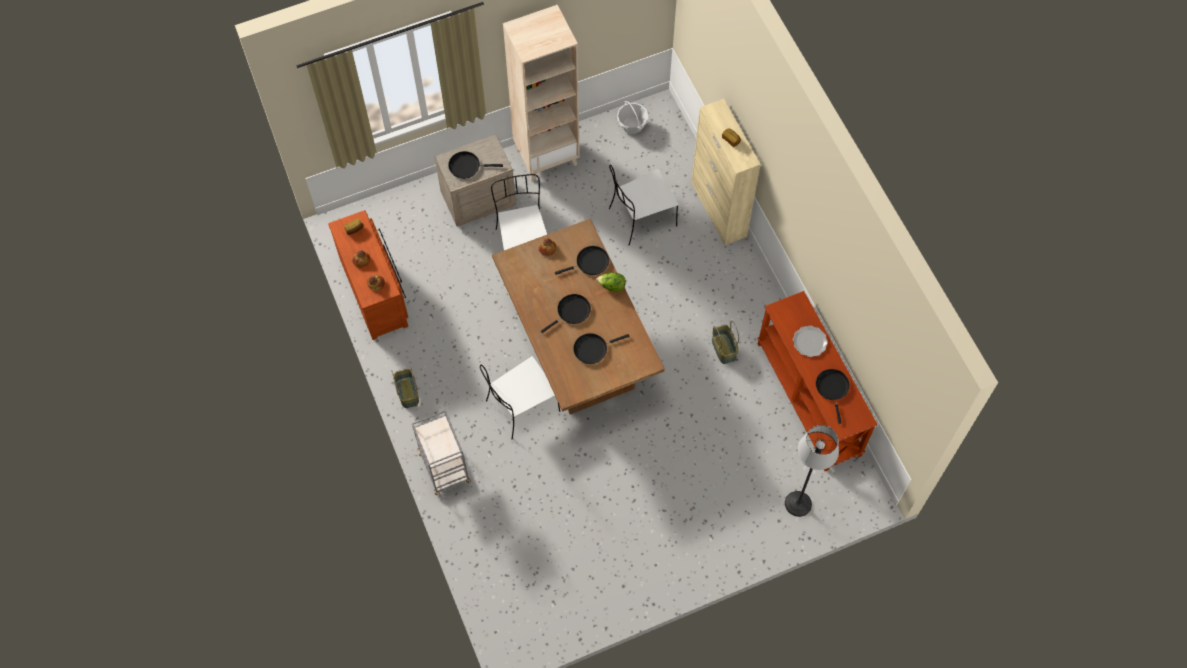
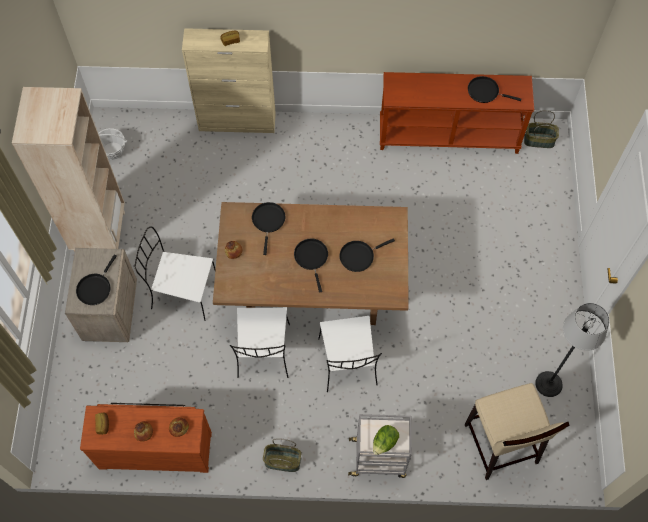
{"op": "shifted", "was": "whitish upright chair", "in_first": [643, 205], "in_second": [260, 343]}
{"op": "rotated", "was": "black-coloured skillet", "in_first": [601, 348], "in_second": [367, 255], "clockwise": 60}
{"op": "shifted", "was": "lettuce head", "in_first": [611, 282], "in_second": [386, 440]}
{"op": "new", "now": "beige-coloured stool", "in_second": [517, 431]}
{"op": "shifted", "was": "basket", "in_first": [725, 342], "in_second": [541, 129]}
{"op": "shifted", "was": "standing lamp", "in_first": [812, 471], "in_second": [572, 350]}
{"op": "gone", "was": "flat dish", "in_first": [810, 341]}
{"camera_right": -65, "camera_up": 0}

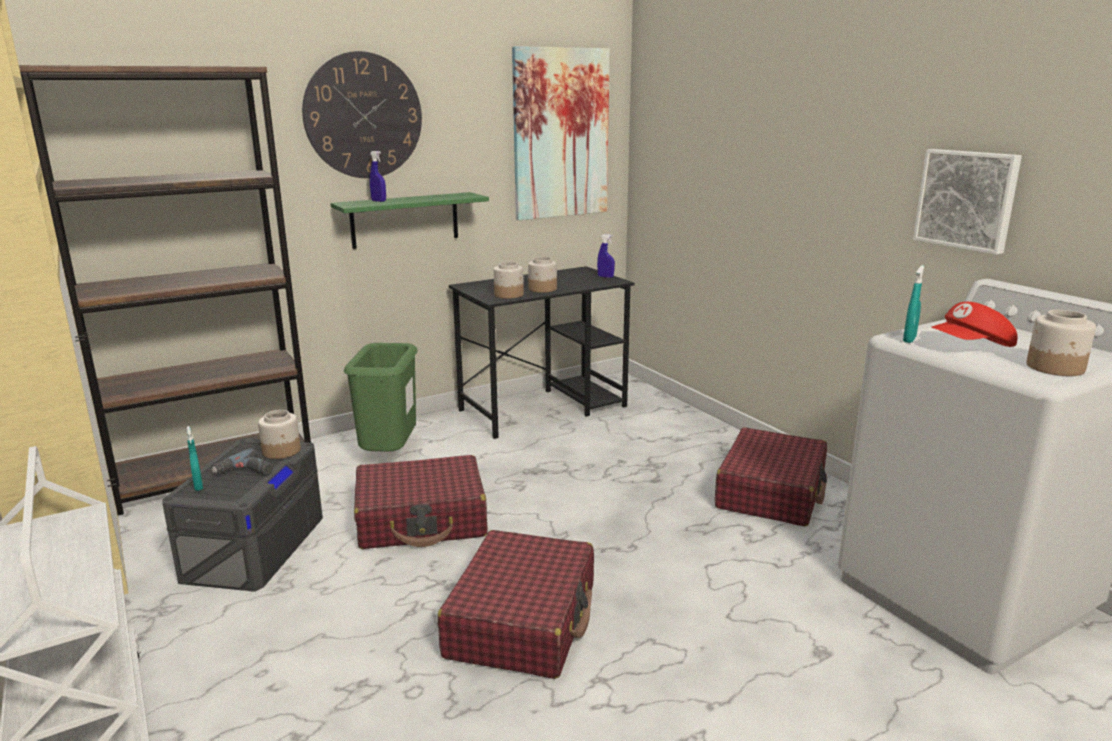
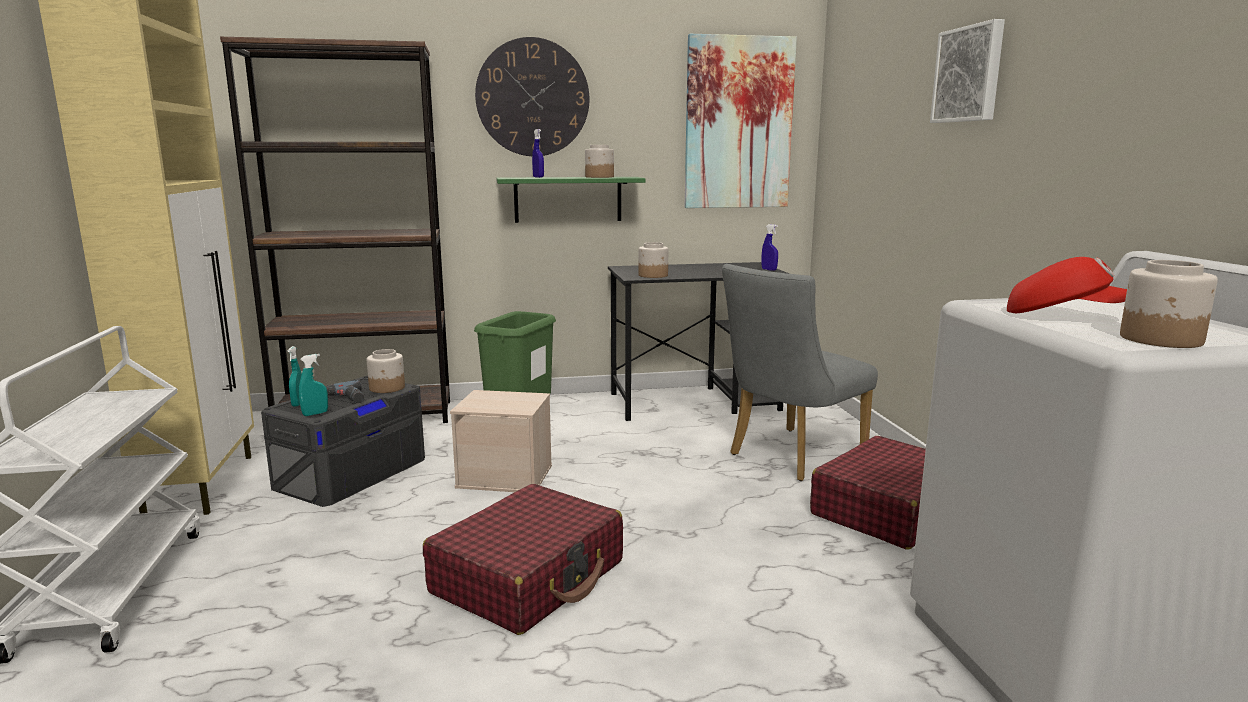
{"op": "shifted", "was": "blue-green hand sprayer", "in_first": [913, 304], "in_second": [313, 385]}
{"op": "swapped", "was": "reddish suitcase", "now": "beige-coloured storage box", "in_first": [421, 502], "in_second": [501, 441]}
{"op": "shifted", "was": "preserve jar", "in_first": [542, 275], "in_second": [599, 161]}
{"op": "new", "now": "greyish upright chair", "in_second": [800, 372]}
{"op": "shifted", "was": "wall picture", "in_first": [967, 202], "in_second": [967, 71]}
{"op": "rotated", "was": "reddish peaked cap", "in_first": [974, 324], "in_second": [1067, 285], "clockwise": -150}
{"camera_right": 20, "camera_up": -5}

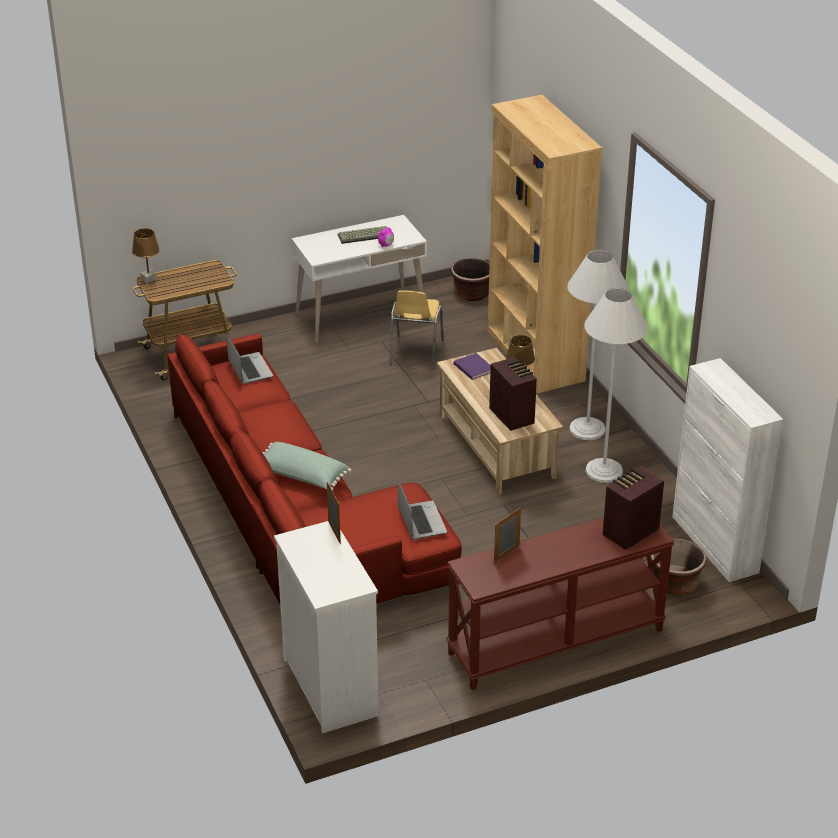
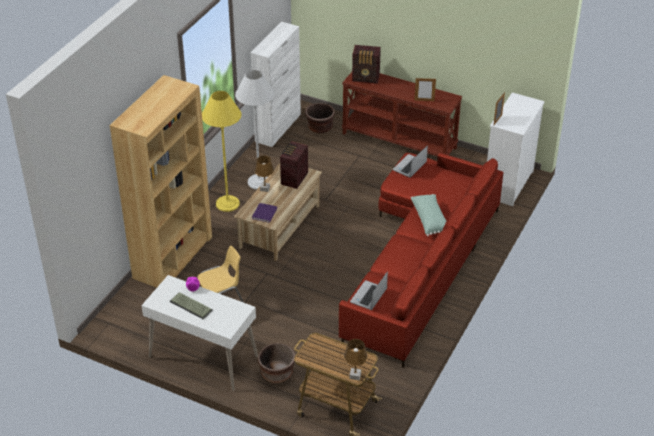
{"op": "repainted", "was": "whitish standing lamp", "now": "yellow-coloured standing lamp", "in_first": [597, 345], "in_second": [222, 151]}
{"op": "shifted", "was": "brown-coloured flower pot", "in_first": [470, 279], "in_second": [276, 363]}
{"camera_right": -130, "camera_up": 5}

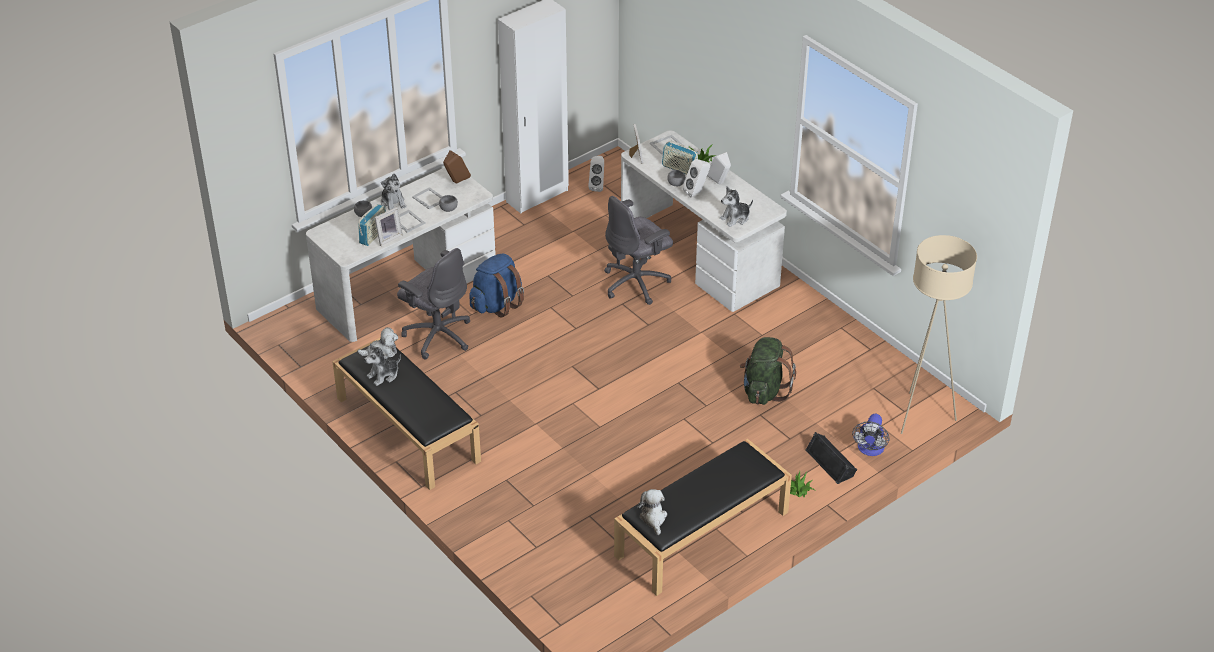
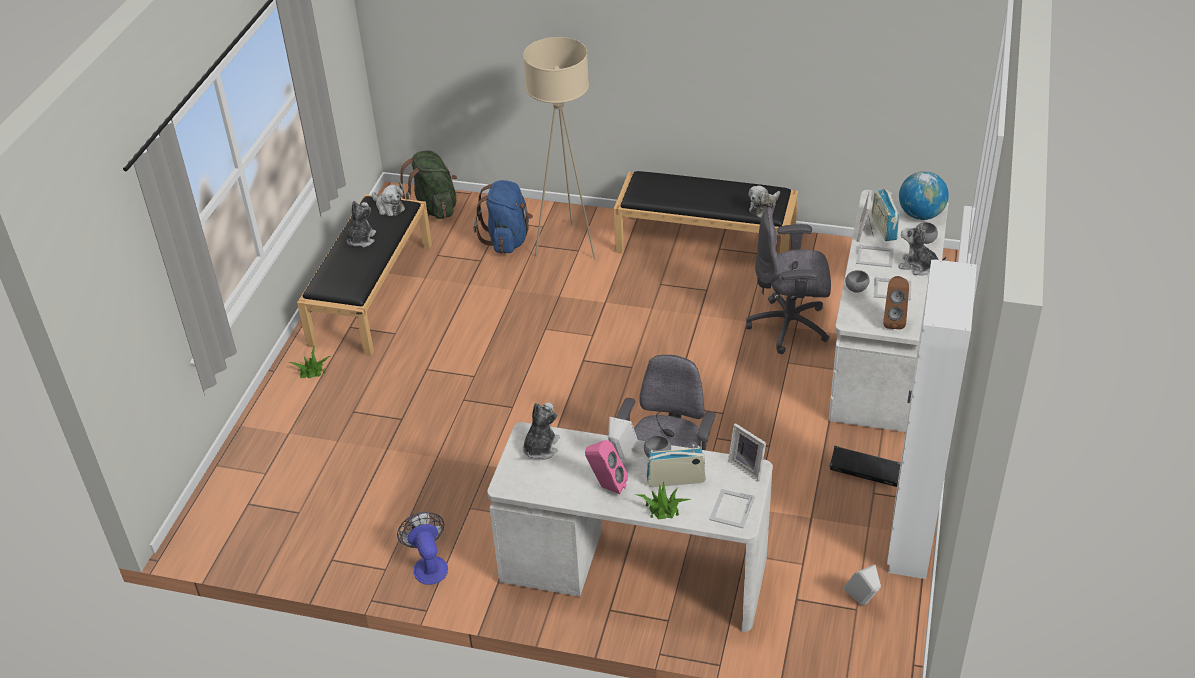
{"op": "shifted", "was": "plush toy", "in_first": [382, 365], "in_second": [361, 224]}
{"op": "shifted", "was": "fan", "in_first": [870, 435], "in_second": [422, 548]}
{"op": "shifted", "was": "greenish rucksack", "in_first": [768, 371], "in_second": [428, 185]}
{"op": "shifted", "was": "bluish rucksack", "in_first": [496, 285], "in_second": [503, 217]}
{"op": "shifted", "was": "beige-coloured standing lamp", "in_first": [939, 334], "in_second": [559, 148]}
{"op": "repainted", "was": "whitish speaker", "now": "pink-coloured speaker", "in_first": [719, 168], "in_second": [606, 467]}
{"op": "shifted", "was": "black-coloured speaker", "in_first": [831, 458], "in_second": [865, 466]}
{"op": "new", "now": "world globe", "in_second": [924, 195]}
{"camera_right": 145, "camera_up": 0}

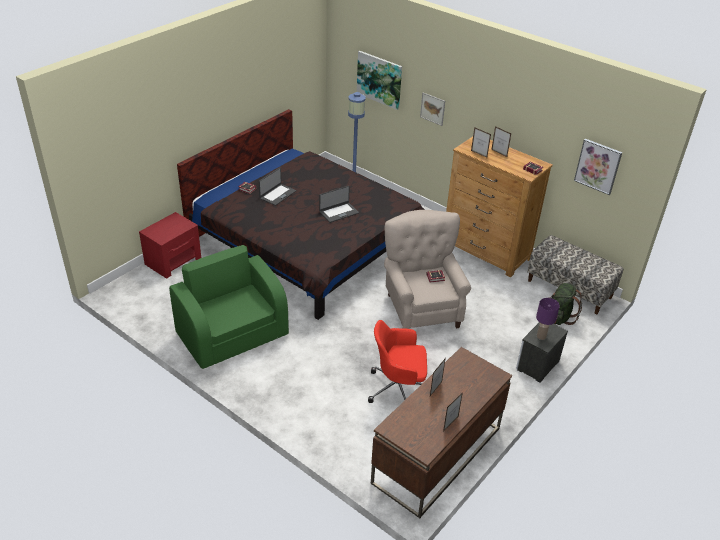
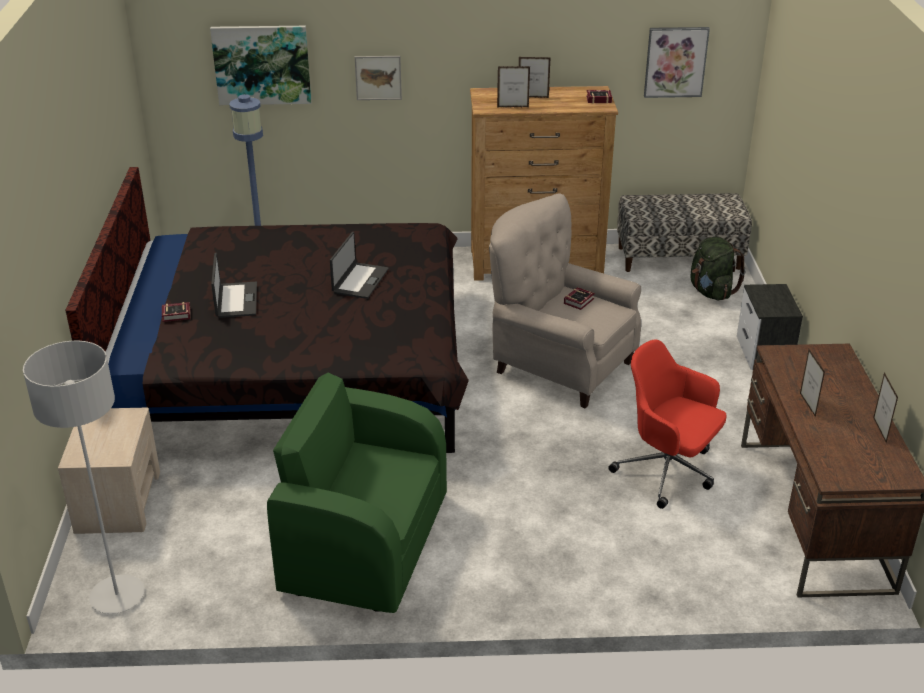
{"op": "new", "now": "greyish standing lamp", "in_second": [84, 477]}
{"op": "repainted", "was": "reddish night table", "now": "beige-coloured night table", "in_first": [170, 245], "in_second": [109, 471]}
{"op": "rotated", "was": "reddish office chair", "in_first": [397, 361], "in_second": [667, 424], "clockwise": 75}
{"op": "gone", "was": "purplish table lamp", "in_first": [548, 319]}
{"camera_right": -40, "camera_up": -5}

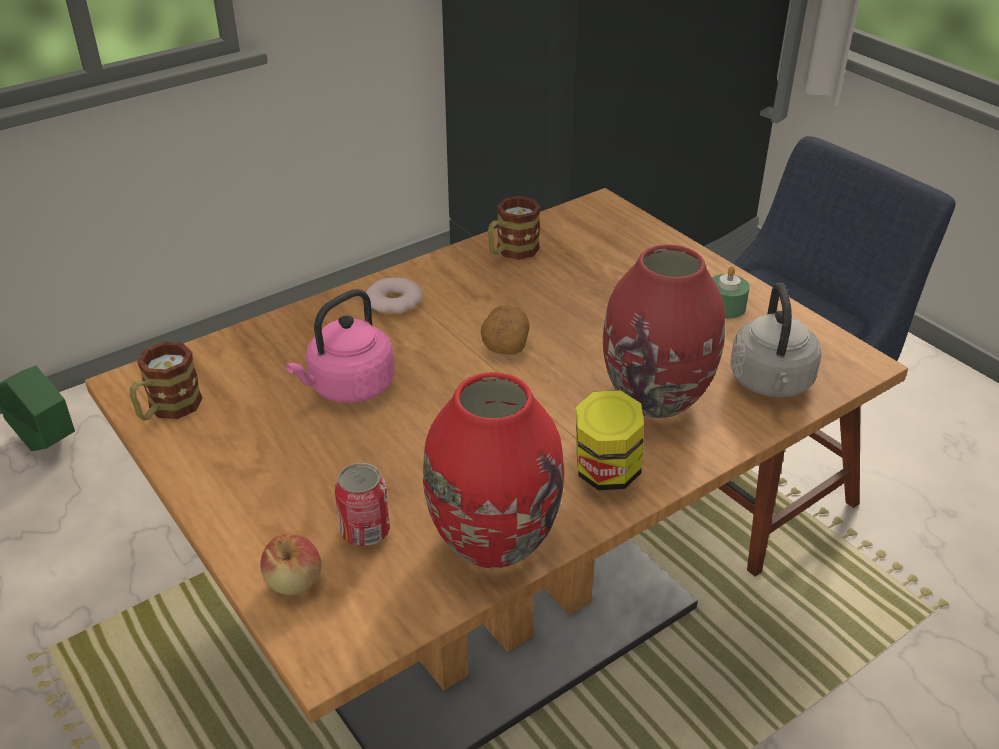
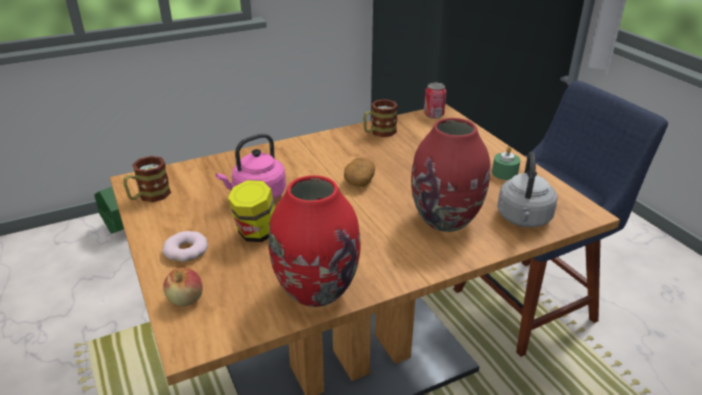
{"op": "shifted", "was": "donut", "in_first": [394, 295], "in_second": [185, 246]}
{"op": "shifted", "was": "preserve jar", "in_first": [610, 440], "in_second": [251, 211]}
{"op": "shifted", "was": "can", "in_first": [362, 505], "in_second": [435, 100]}
{"camera_right": 10, "camera_up": -5}

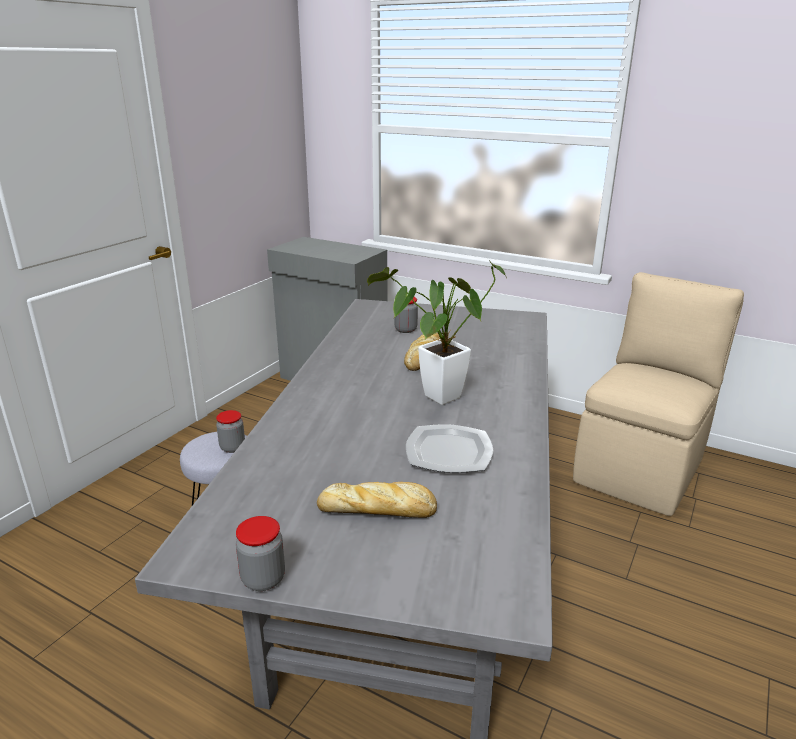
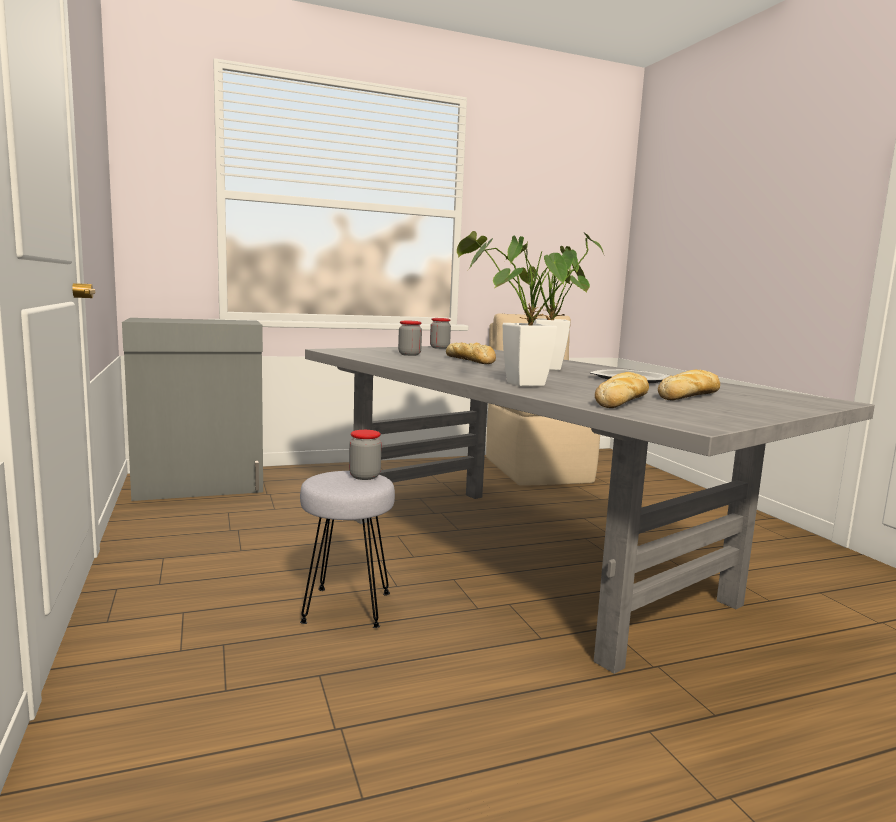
{"op": "shifted", "was": "preserve jar", "in_first": [260, 553], "in_second": [440, 333]}
{"op": "new", "now": "potted plant", "in_second": [531, 309]}
{"op": "new", "now": "bakery bread", "in_second": [622, 390]}
{"camera_right": -50, "camera_up": -15}

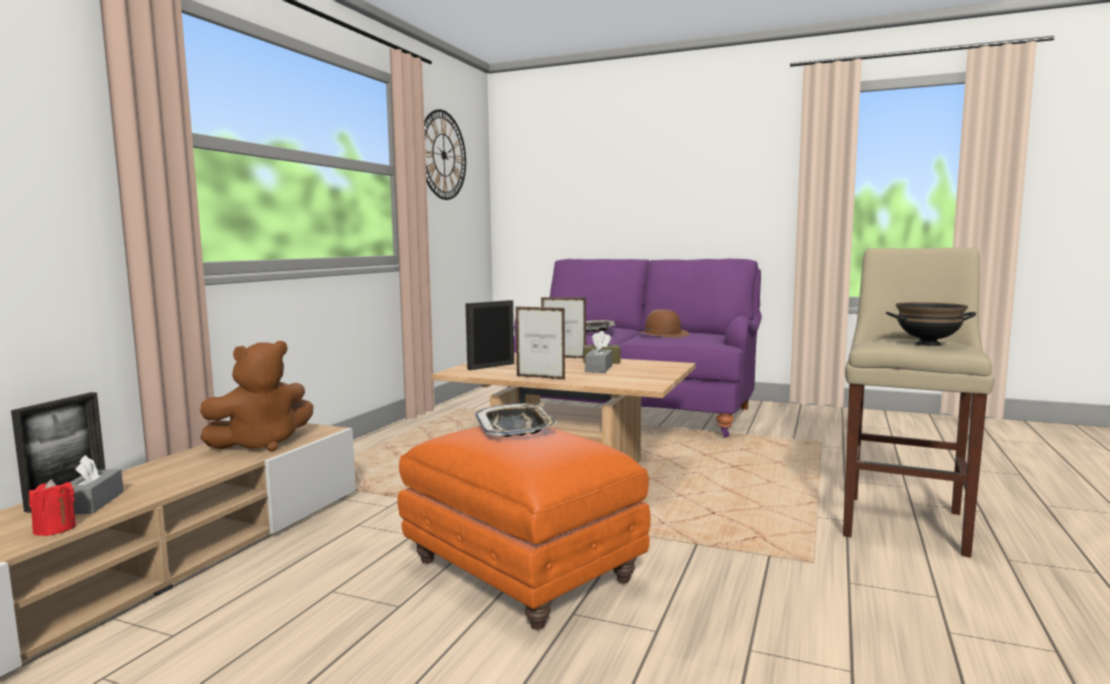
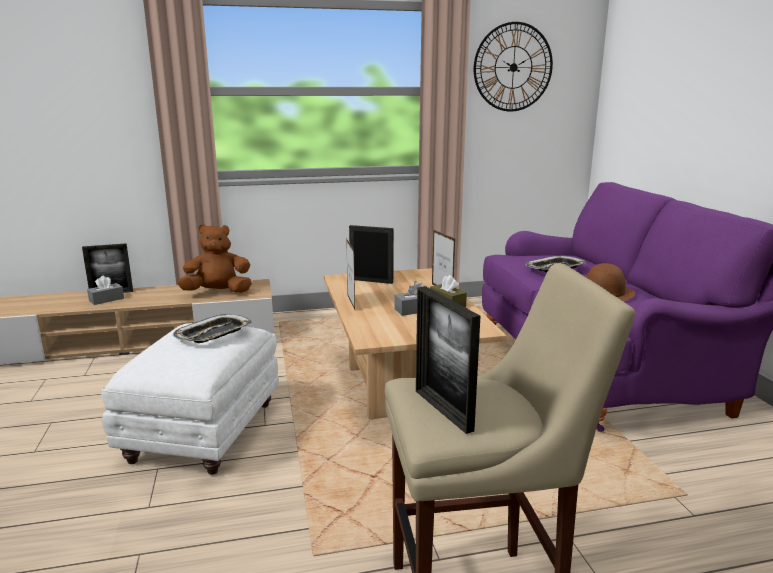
{"op": "repainted", "was": "orange footrest", "now": "whitish footrest", "in_first": [523, 528], "in_second": [190, 399]}
{"op": "rotated", "was": "brown-coloured plush toy", "in_first": [256, 396], "in_second": [214, 258], "clockwise": 150}
{"op": "swapped", "was": "black-coloured serving bowl", "now": "standing frame", "in_first": [931, 324], "in_second": [448, 360]}
{"op": "gone", "was": "reddish candle", "in_first": [52, 507]}
{"camera_right": 55, "camera_up": 10}

